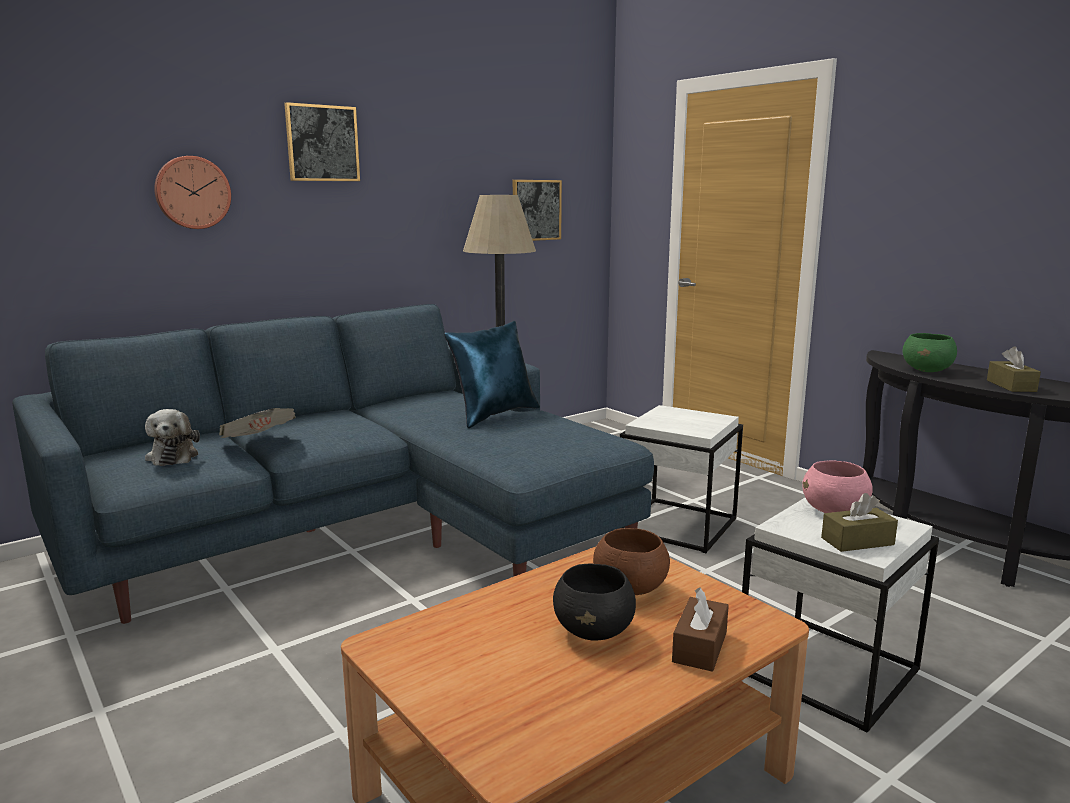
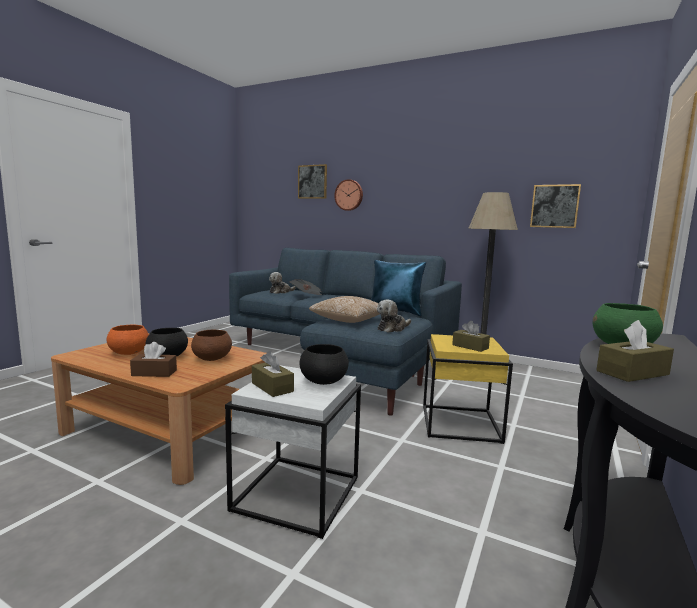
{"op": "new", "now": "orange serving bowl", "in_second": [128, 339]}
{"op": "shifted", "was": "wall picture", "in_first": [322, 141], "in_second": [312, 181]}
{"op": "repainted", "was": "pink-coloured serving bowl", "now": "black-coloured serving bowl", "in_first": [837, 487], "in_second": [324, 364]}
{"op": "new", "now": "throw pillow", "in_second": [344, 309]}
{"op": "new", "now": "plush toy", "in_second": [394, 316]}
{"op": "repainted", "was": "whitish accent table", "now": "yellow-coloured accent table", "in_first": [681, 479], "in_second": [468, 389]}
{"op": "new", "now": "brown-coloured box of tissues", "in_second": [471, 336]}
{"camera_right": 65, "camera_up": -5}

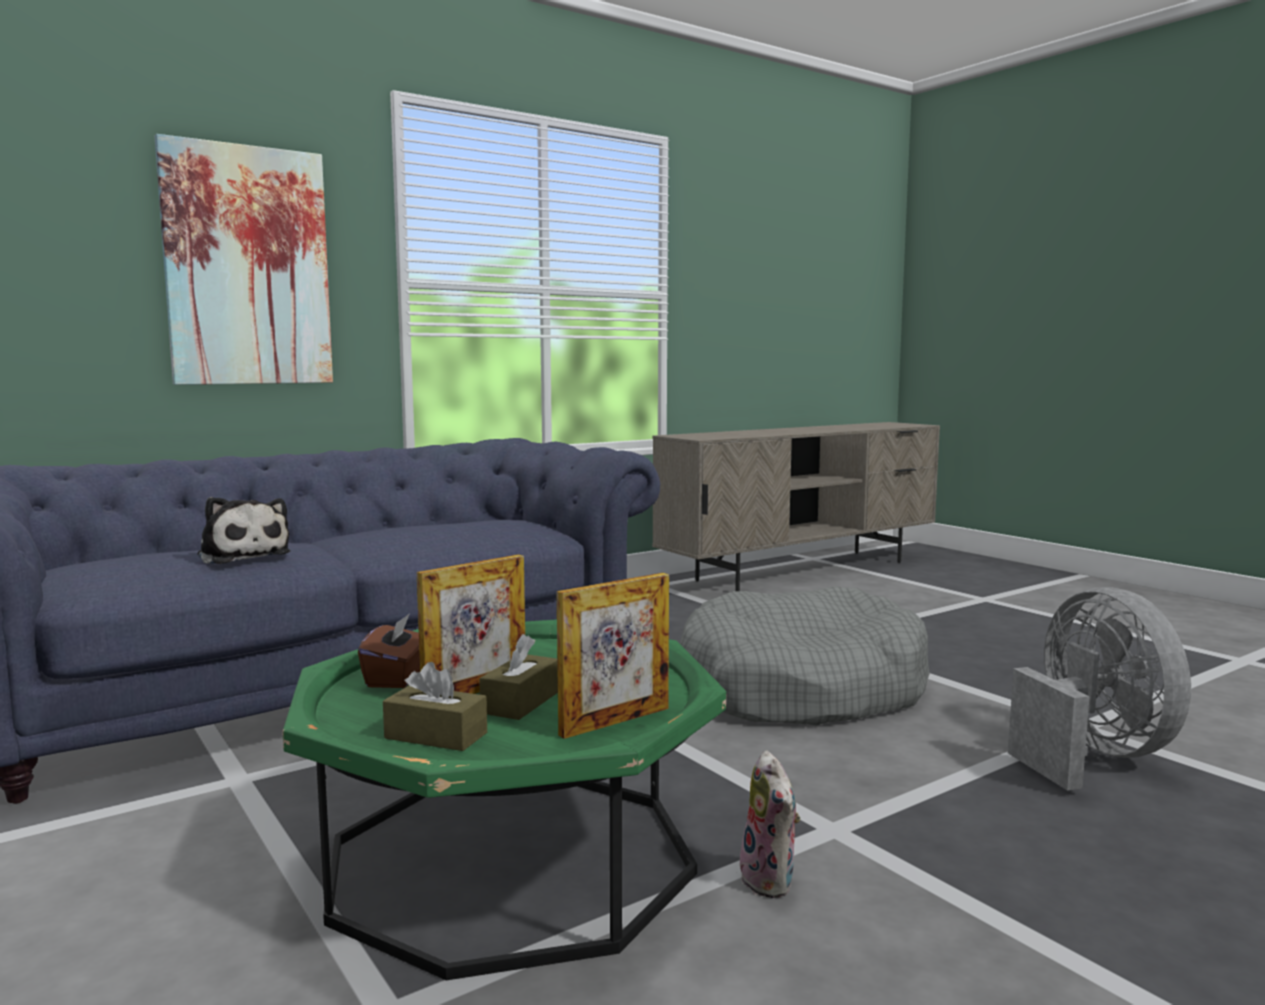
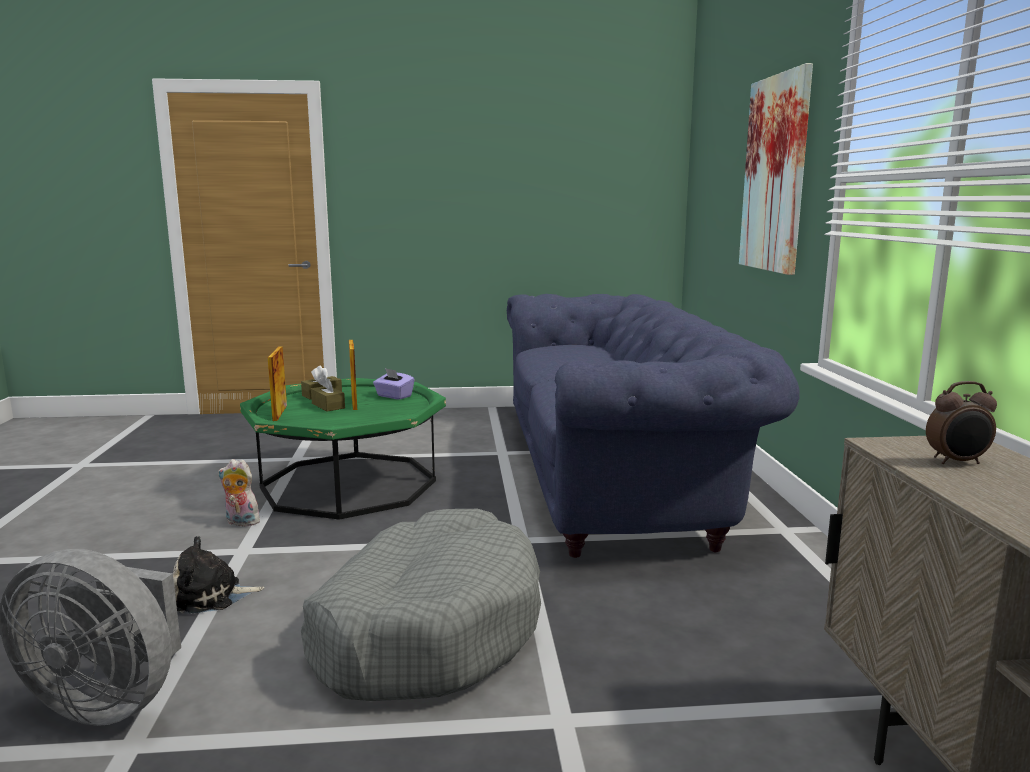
{"op": "shifted", "was": "plush toy", "in_first": [244, 530], "in_second": [219, 575]}
{"op": "repainted", "was": "brown-coloured box of tissues", "now": "purplish box of tissues", "in_first": [389, 650], "in_second": [394, 384]}
{"op": "new", "now": "bedside clock", "in_second": [961, 422]}
{"camera_right": 120, "camera_up": 5}

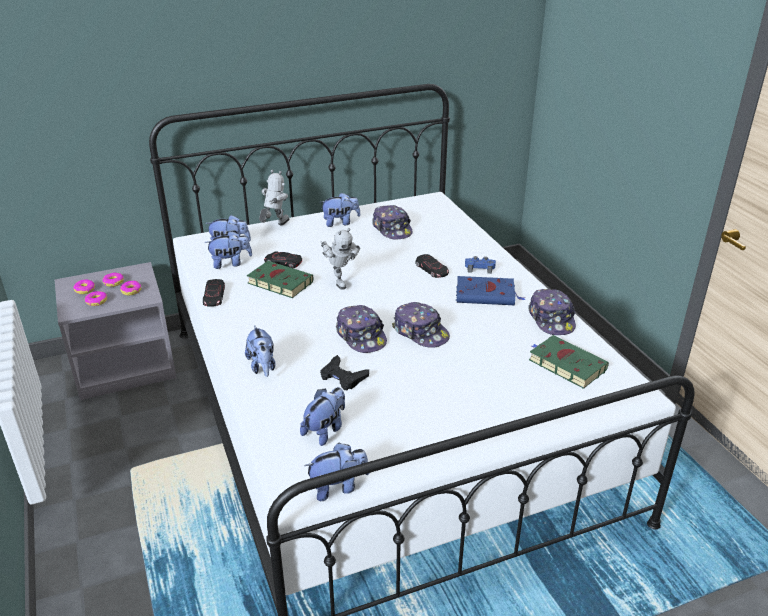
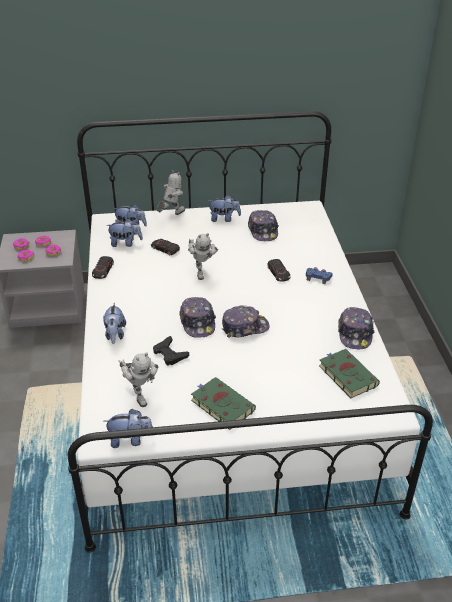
{"op": "swapped", "was": "plush toy", "now": "robot figure", "in_first": [322, 416], "in_second": [139, 379]}
{"op": "shifted", "was": "greenish bound book", "in_first": [280, 279], "in_second": [223, 403]}
{"op": "rotated", "was": "peaked cap", "in_first": [421, 325], "in_second": [246, 322], "clockwise": -75}
{"op": "gone", "was": "bluish bound book", "in_first": [490, 290]}
{"camera_right": 15, "camera_up": 5}

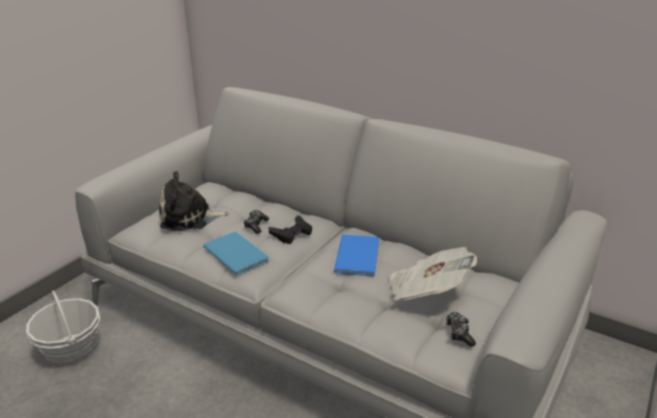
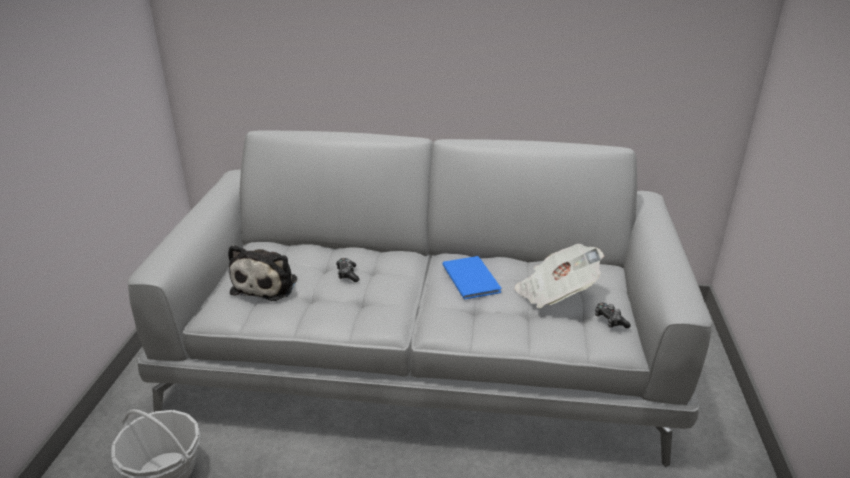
{"op": "rotated", "was": "plush toy", "in_first": [194, 201], "in_second": [262, 273], "clockwise": -45}
{"op": "gone", "was": "bluish bound book", "in_first": [236, 254]}
{"op": "gone", "was": "black-coloured gamepad", "in_first": [290, 229]}
{"camera_right": -25, "camera_up": 0}

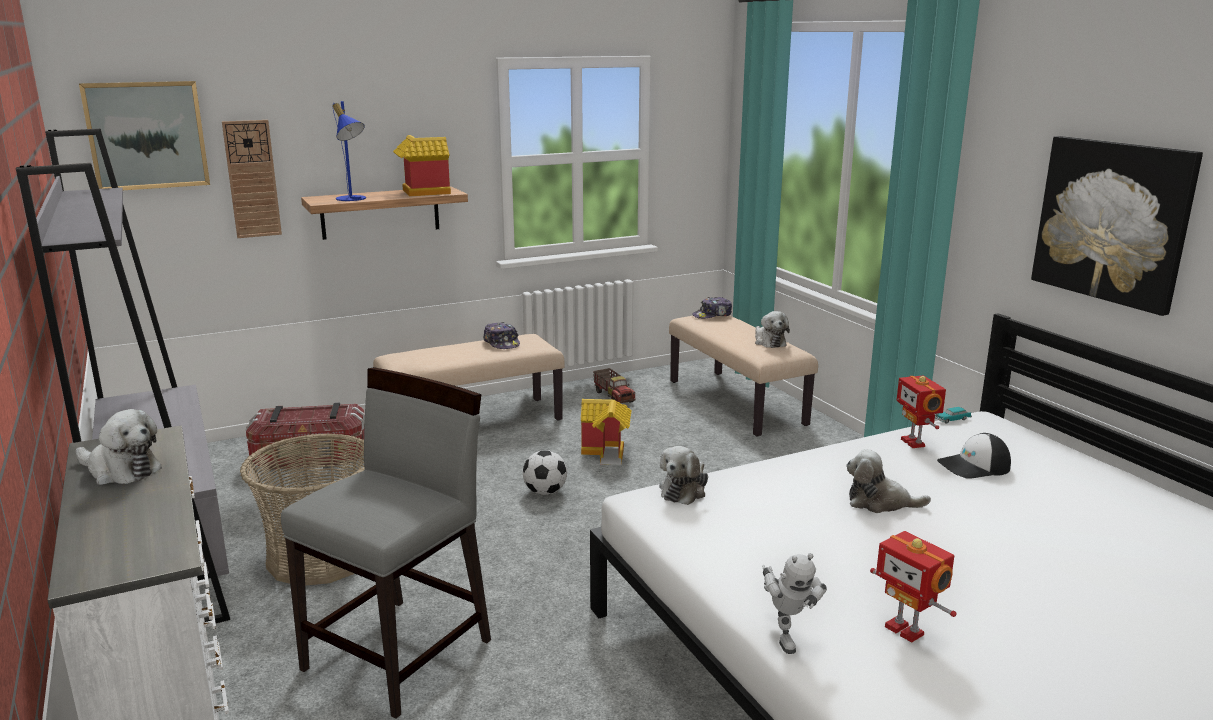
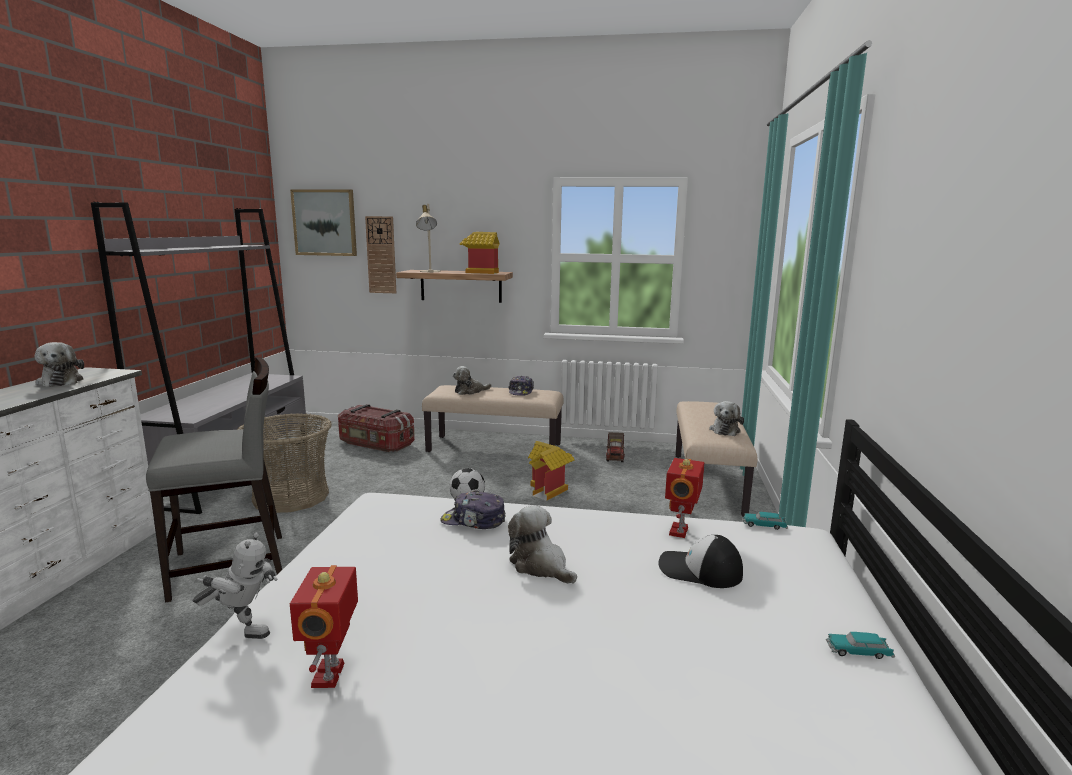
{"op": "rotated", "was": "robot figure", "in_first": [794, 603], "in_second": [235, 586], "clockwise": -105}
{"op": "repainted", "was": "bluish table lamp", "now": "beige-coloured table lamp", "in_first": [349, 151], "in_second": [428, 238]}
{"op": "shifted", "was": "peaked cap", "in_first": [712, 308], "in_second": [473, 509]}
{"op": "shifted", "was": "plush toy", "in_first": [683, 475], "in_second": [472, 380]}
{"op": "new", "now": "toy car", "in_second": [860, 645]}
{"op": "gone", "was": "wall picture", "in_first": [1117, 226]}
{"camera_right": 35, "camera_up": -5}

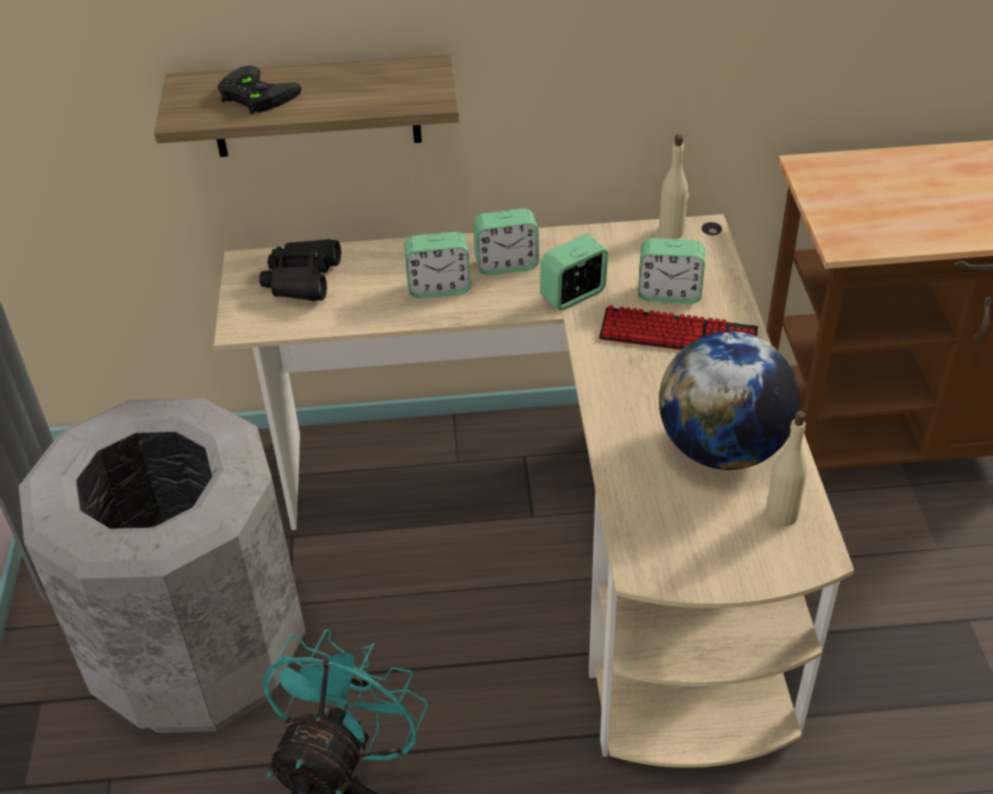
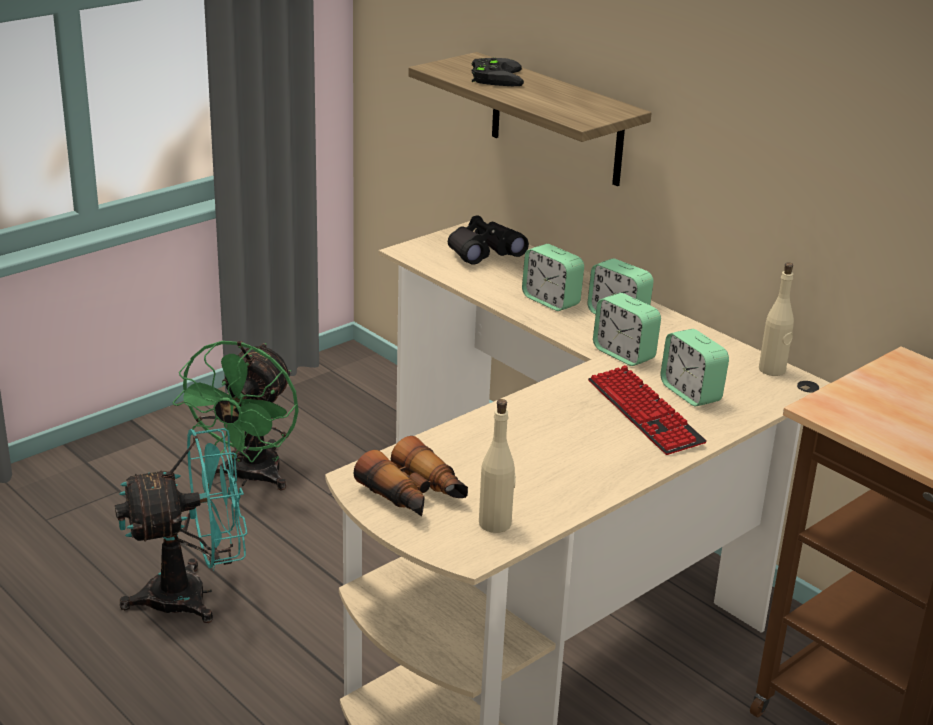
{"op": "swapped", "was": "greyish rubbish bin", "now": "greenish fan", "in_first": [162, 565], "in_second": [235, 416]}
{"op": "new", "now": "pair of binoculars", "in_second": [411, 476]}
{"op": "rotated", "was": "bedside clock", "in_first": [574, 272], "in_second": [627, 329], "clockwise": -150}
{"op": "gone", "was": "world globe", "in_first": [729, 400]}
{"camera_right": 50, "camera_up": -15}

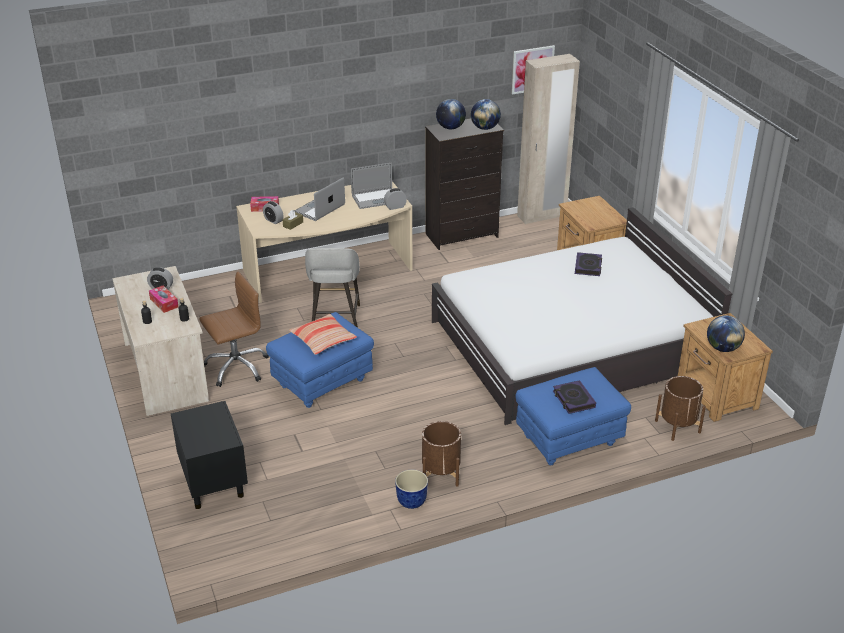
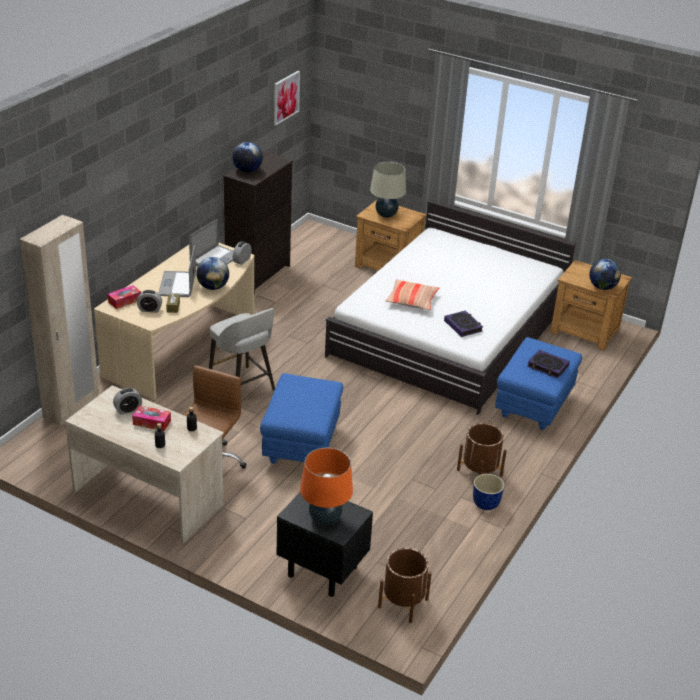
{"op": "shifted", "was": "beige-coloured clothes cupboard", "in_first": [548, 139], "in_second": [59, 320]}
{"op": "shifted", "was": "world globe", "in_first": [486, 114], "in_second": [212, 273]}
{"op": "new", "now": "orange table lamp", "in_second": [326, 486]}
{"op": "new", "now": "beige-coloured table lamp", "in_second": [388, 190]}
{"op": "shifted", "was": "brown-coloured flower pot", "in_first": [680, 408], "in_second": [405, 585]}
{"op": "shifted", "was": "throw pillow", "in_first": [323, 334], "in_second": [412, 294]}
{"op": "shifted", "was": "bound book", "in_first": [588, 264], "in_second": [463, 323]}
{"camera_right": -40, "camera_up": 0}

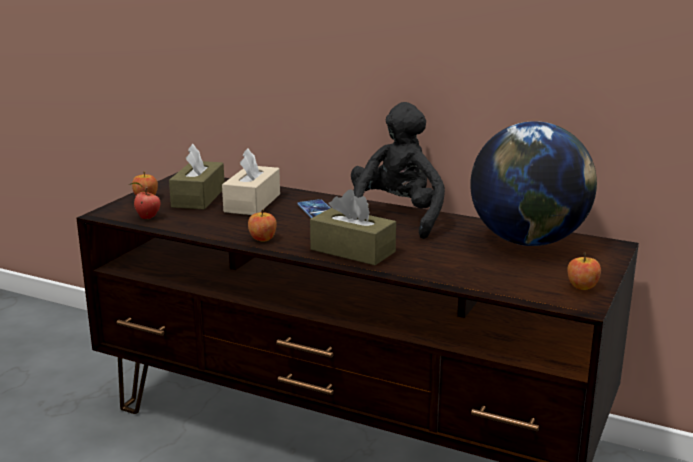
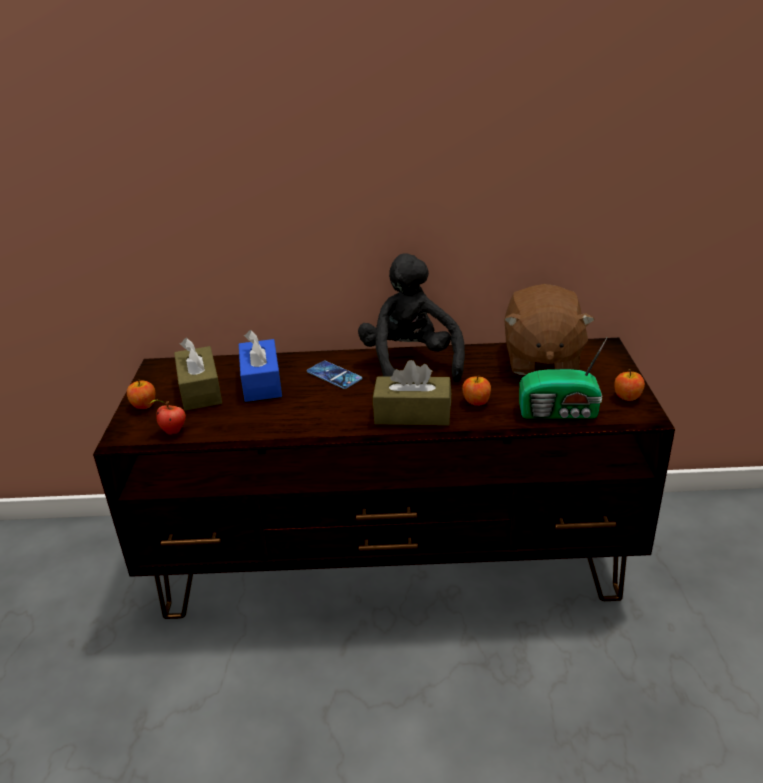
{"op": "repainted", "was": "beige-coloured box of tissues", "now": "bluish box of tissues", "in_first": [251, 181], "in_second": [260, 366]}
{"op": "shifted", "was": "apple fruit", "in_first": [262, 225], "in_second": [476, 390]}
{"op": "swapped", "was": "world globe", "now": "brown-coloured plush toy", "in_first": [533, 183], "in_second": [549, 329]}
{"op": "new", "now": "radio set", "in_second": [563, 378]}
{"camera_right": -25, "camera_up": 10}

